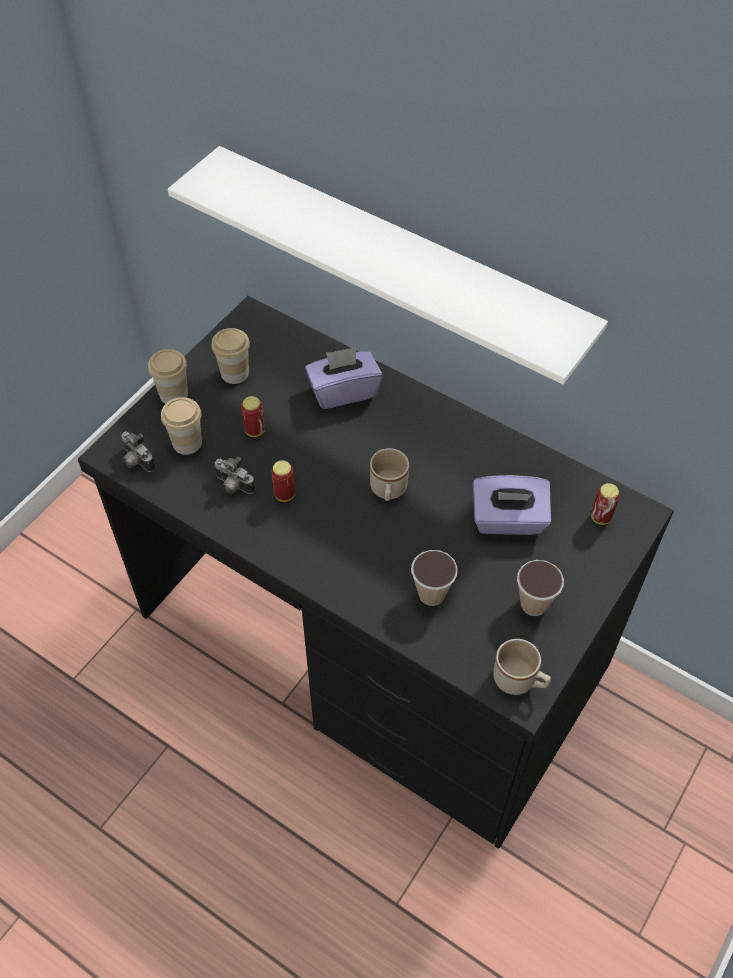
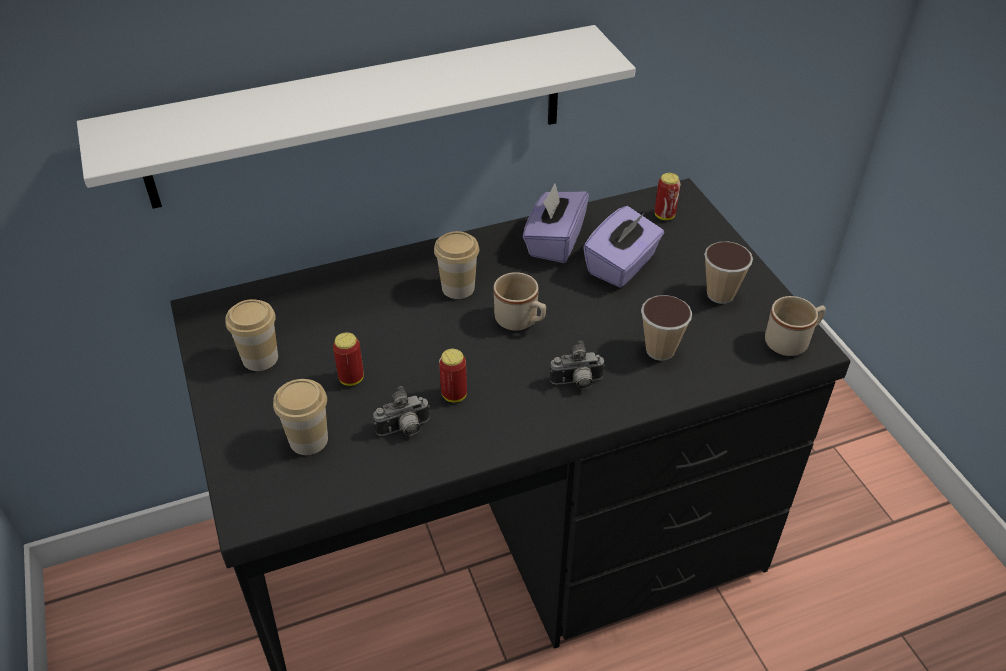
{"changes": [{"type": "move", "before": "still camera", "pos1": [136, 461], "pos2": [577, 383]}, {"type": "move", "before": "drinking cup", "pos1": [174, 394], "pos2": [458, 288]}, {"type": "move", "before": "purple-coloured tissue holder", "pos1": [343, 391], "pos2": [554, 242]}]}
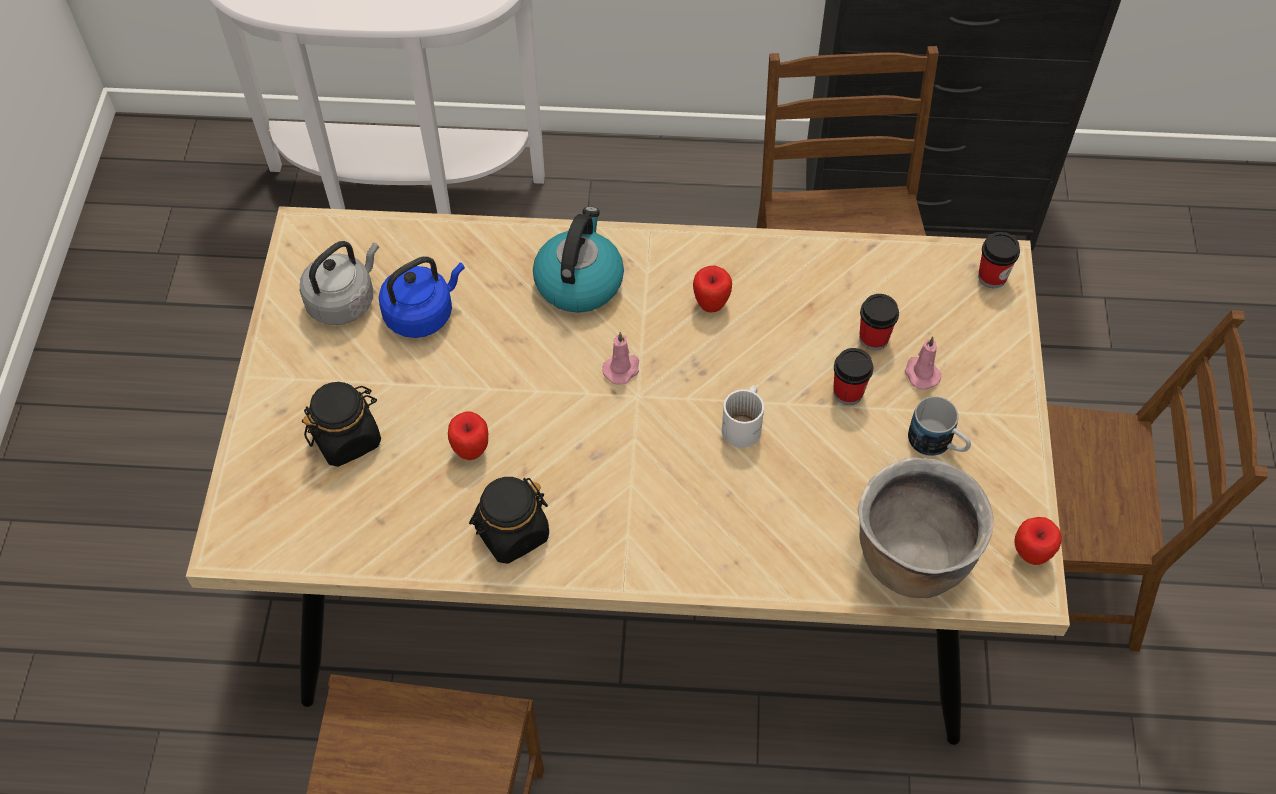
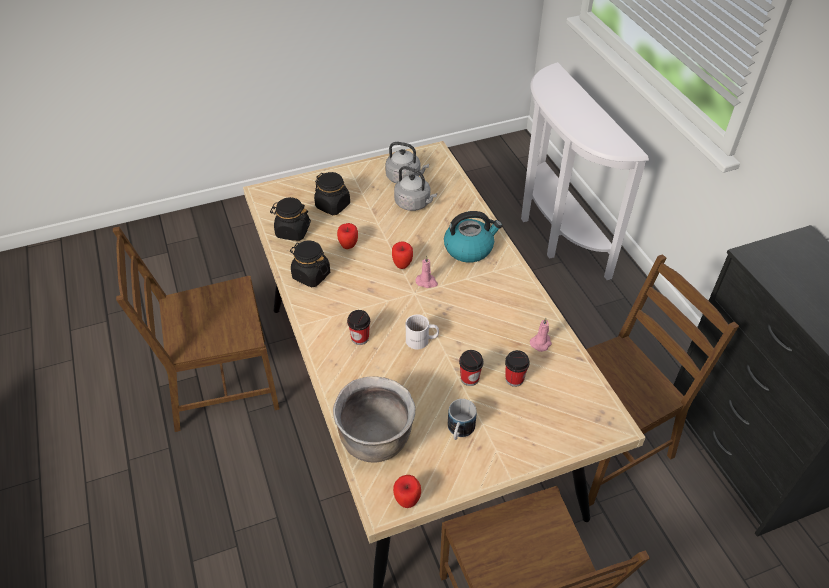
{"changes": [{"type": "insert", "after": "blackish jar", "pos2": [292, 231]}, {"type": "move", "before": "apple fruit", "pos1": [711, 304], "pos2": [402, 265]}, {"type": "move", "before": "pinkish wax candle", "pos1": [921, 373], "pos2": [541, 343]}, {"type": "move", "before": "drinking cup", "pos1": [992, 277], "pos2": [360, 338]}, {"type": "recolor", "before": "blue-coloured tea kettle", "after": "greyish tea kettle", "pos1": [422, 314], "pos2": [414, 203]}]}
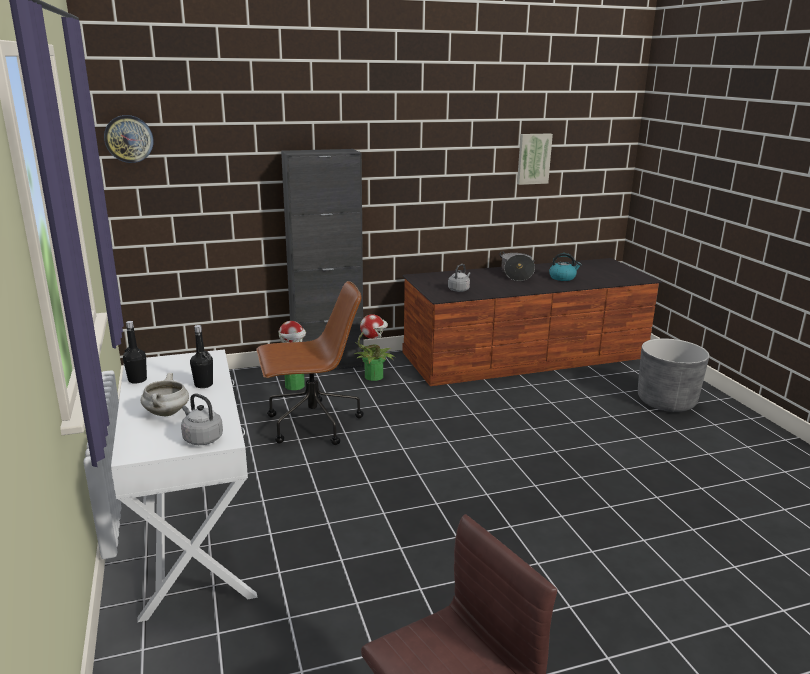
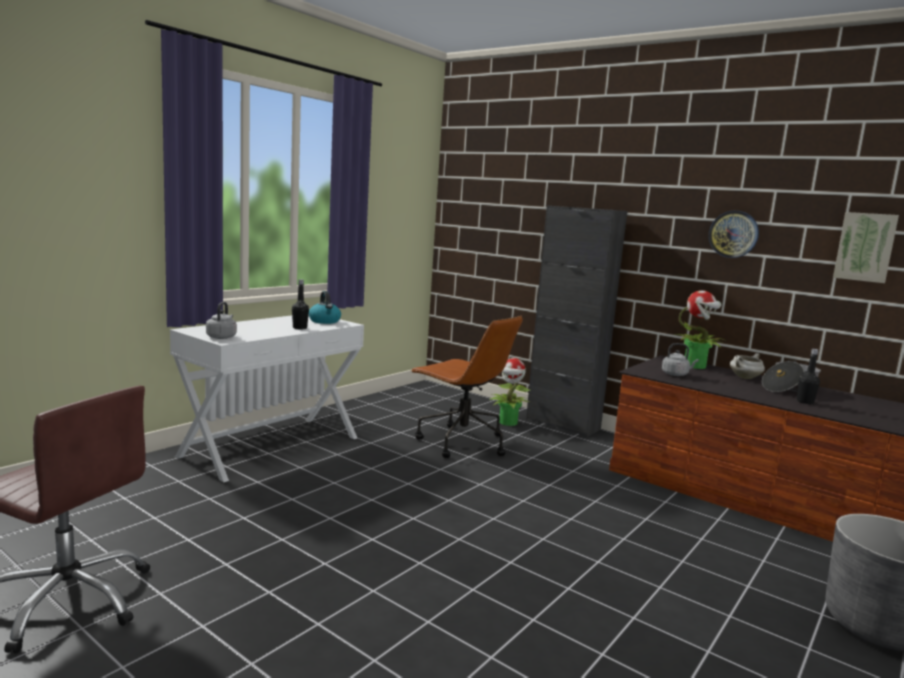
{"changes": [{"type": "move", "before": "hanging clock", "pos1": [129, 139], "pos2": [733, 234]}, {"type": "move", "before": "blackish beverage bottle", "pos1": [137, 380], "pos2": [805, 402]}, {"type": "move", "before": "white-coloured cooking pot", "pos1": [167, 413], "pos2": [745, 378]}, {"type": "move", "before": "plant in a pot", "pos1": [374, 376], "pos2": [695, 366]}, {"type": "move", "before": "tea kettle", "pos1": [562, 278], "pos2": [325, 321]}]}
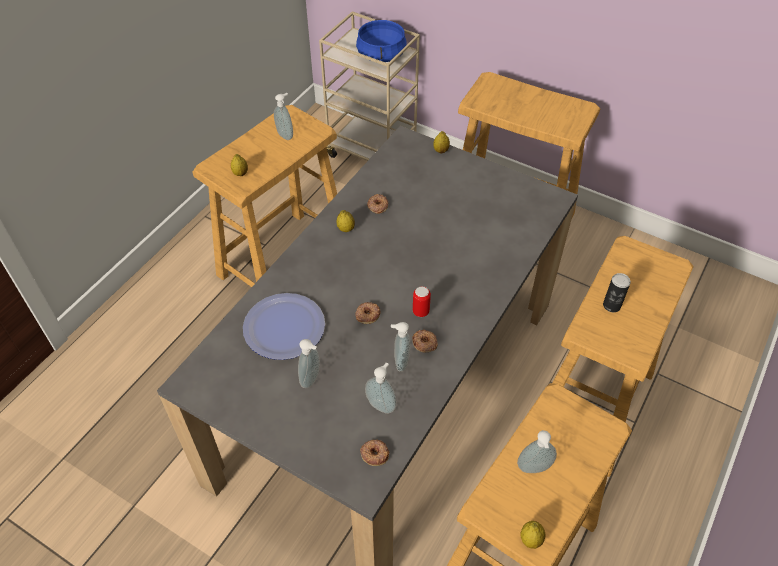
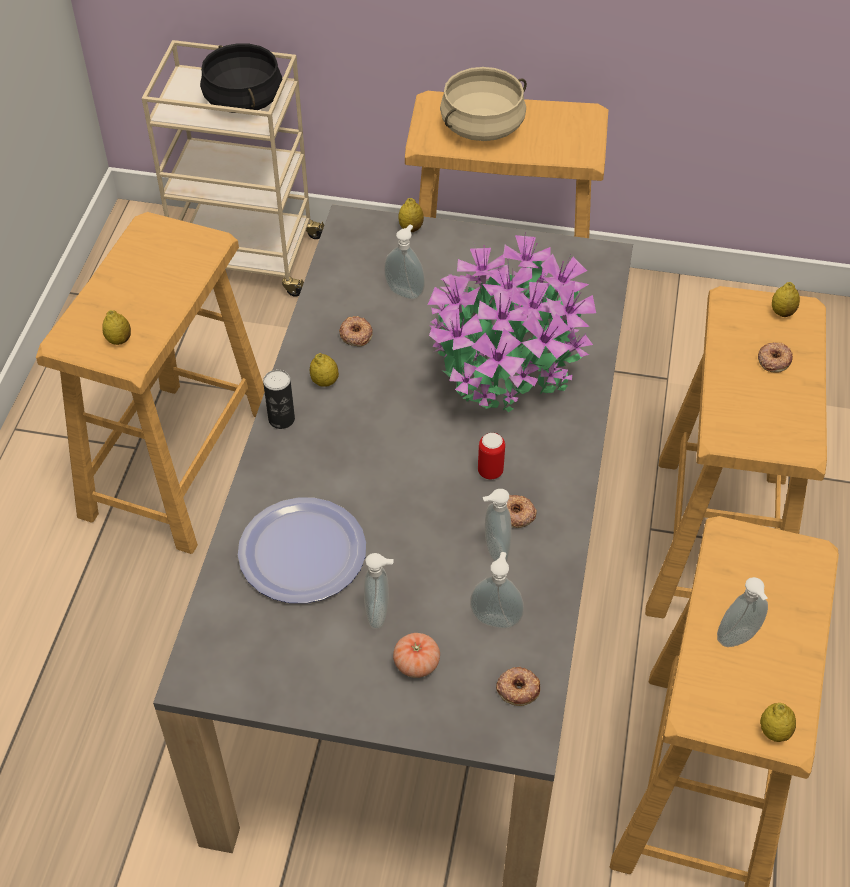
{"changes": [{"type": "insert", "after": "fresh tomato", "pos2": [416, 663]}, {"type": "insert", "after": "plant in a pot", "pos2": [503, 364]}, {"type": "insert", "after": "sand-coloured cooking pot", "pos2": [482, 127]}, {"type": "insert", "after": "lemon", "pos2": [782, 312]}, {"type": "move", "before": "soap bottle", "pos1": [286, 135], "pos2": [405, 291]}, {"type": "move", "before": "donut", "pos1": [367, 314], "pos2": [774, 360]}, {"type": "move", "before": "metal can", "pos1": [611, 305], "pos2": [281, 419]}, {"type": "recolor", "before": "blue-coloured cooking pot", "after": "blackish cooking pot", "pos1": [381, 55], "pos2": [242, 100]}]}
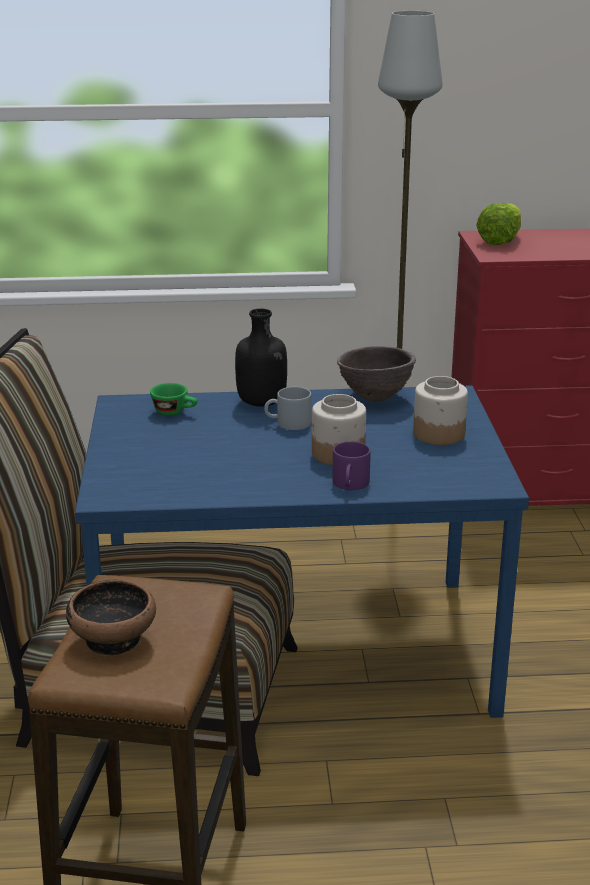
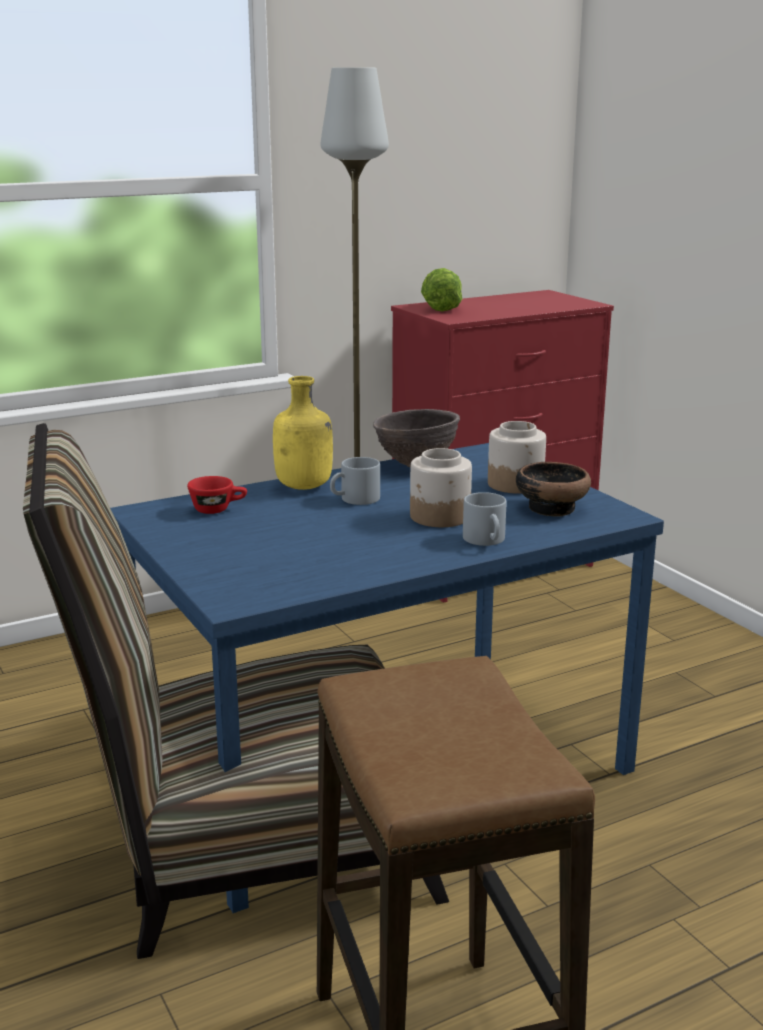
{"changes": [{"type": "move", "before": "bowl", "pos1": [114, 639], "pos2": [551, 508]}, {"type": "recolor", "before": "green-coloured drinking cup", "after": "red drinking cup", "pos1": [175, 412], "pos2": [218, 509]}, {"type": "recolor", "before": "blackish beverage bottle", "after": "yellow beverage bottle", "pos1": [262, 403], "pos2": [305, 486]}, {"type": "recolor", "before": "purple-coloured tea mug", "after": "greyish tea mug", "pos1": [350, 485], "pos2": [487, 540]}]}
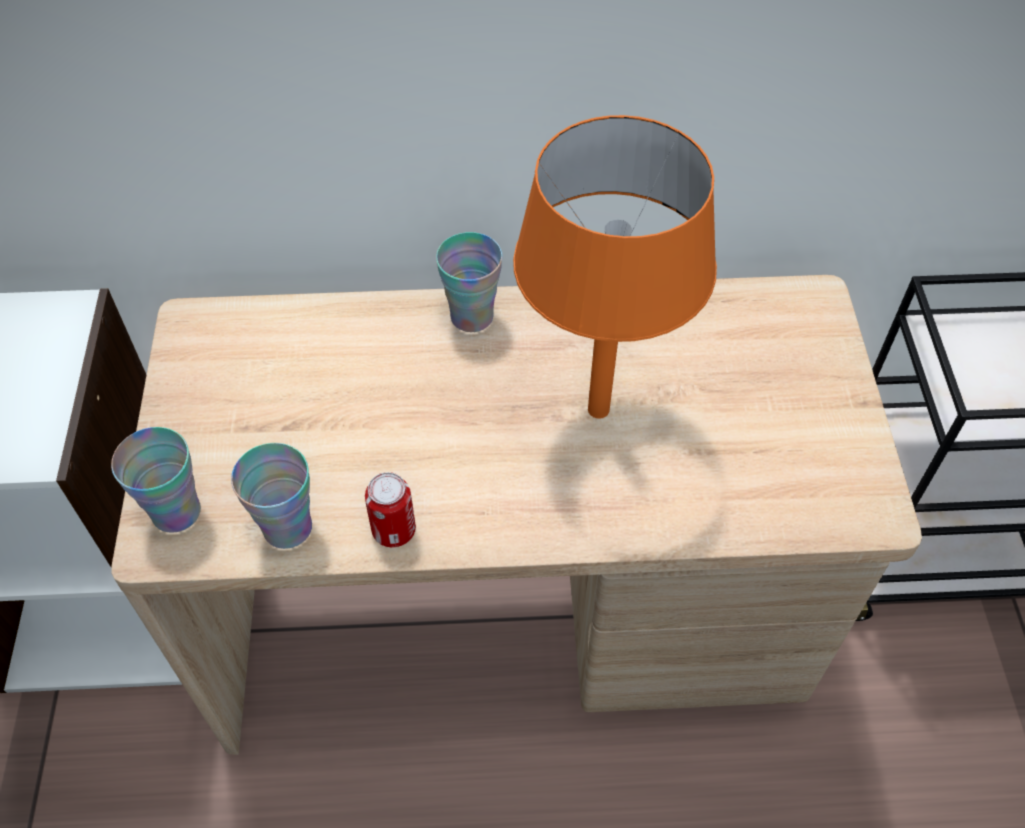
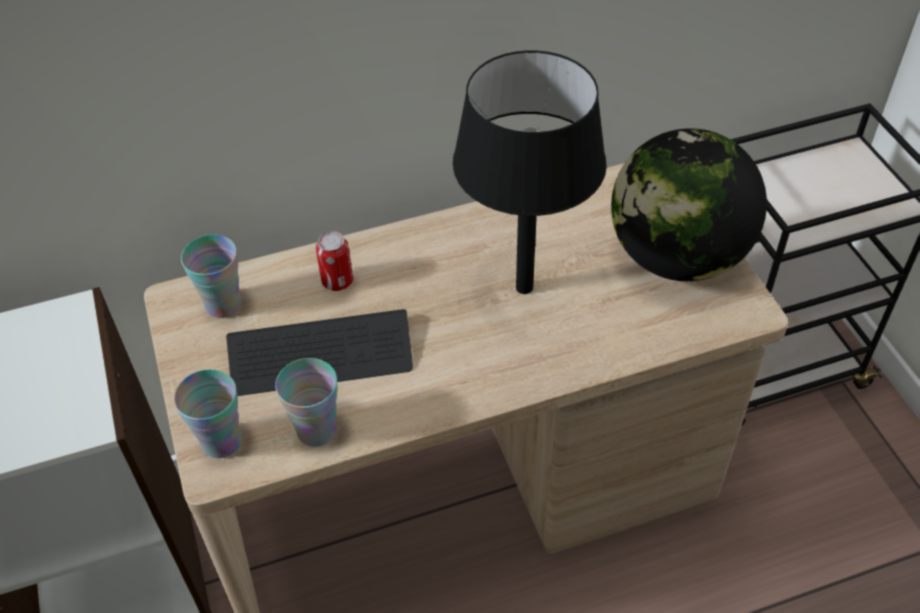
{"changes": [{"type": "insert", "after": "keyboard", "pos2": [321, 355]}, {"type": "insert", "after": "world globe", "pos2": [677, 257]}, {"type": "move", "before": "metal can", "pos1": [394, 530], "pos2": [337, 281]}, {"type": "move", "before": "drinking cup", "pos1": [472, 316], "pos2": [223, 305]}, {"type": "recolor", "before": "orangey lamp for a table", "after": "blackish lamp for a table", "pos1": [598, 409], "pos2": [524, 287]}]}
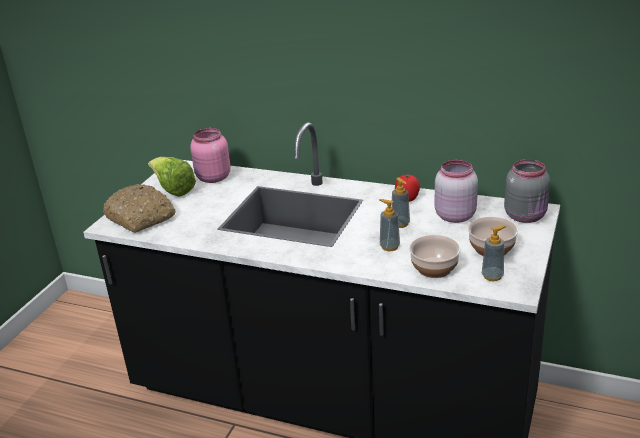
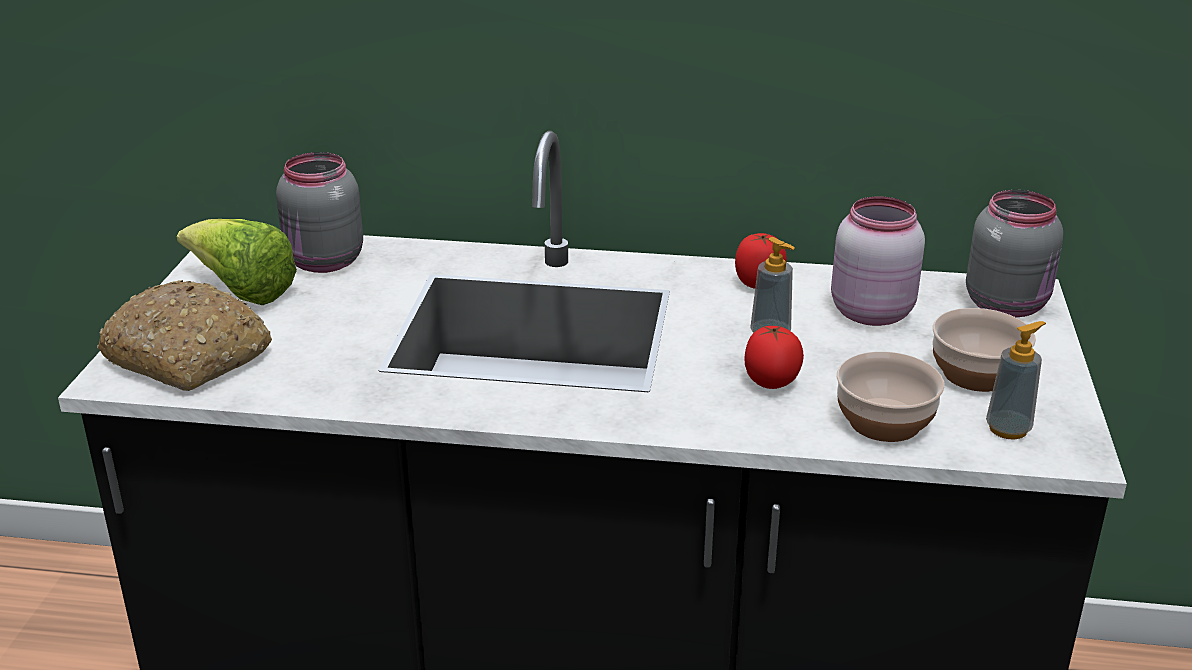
{"changes": [{"type": "replace", "before": "soap bottle", "after": "fresh tomato", "pos1": [389, 247], "pos2": [771, 383]}, {"type": "recolor", "before": "pinkish jar", "after": "greyish jar", "pos1": [212, 178], "pos2": [323, 262]}]}
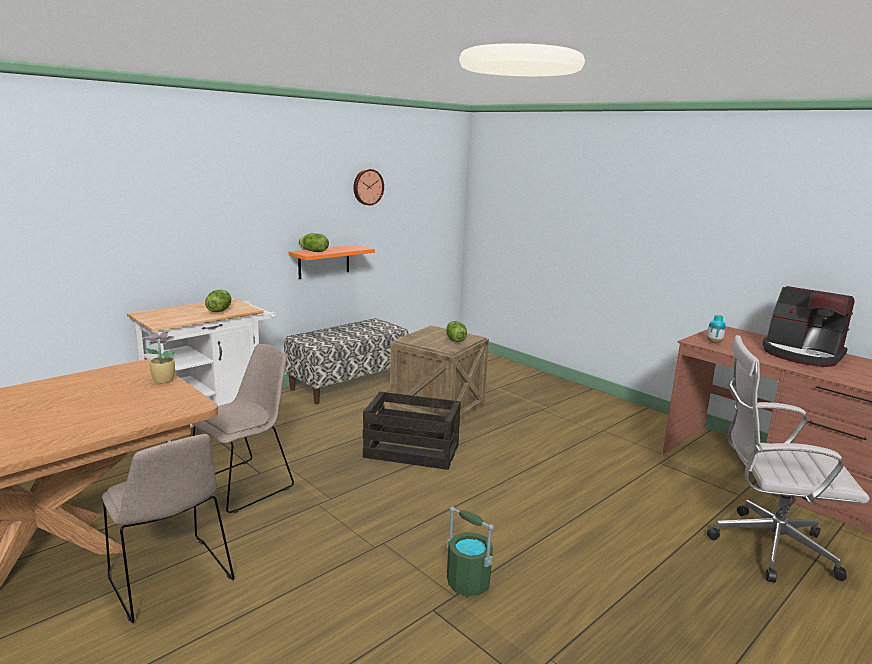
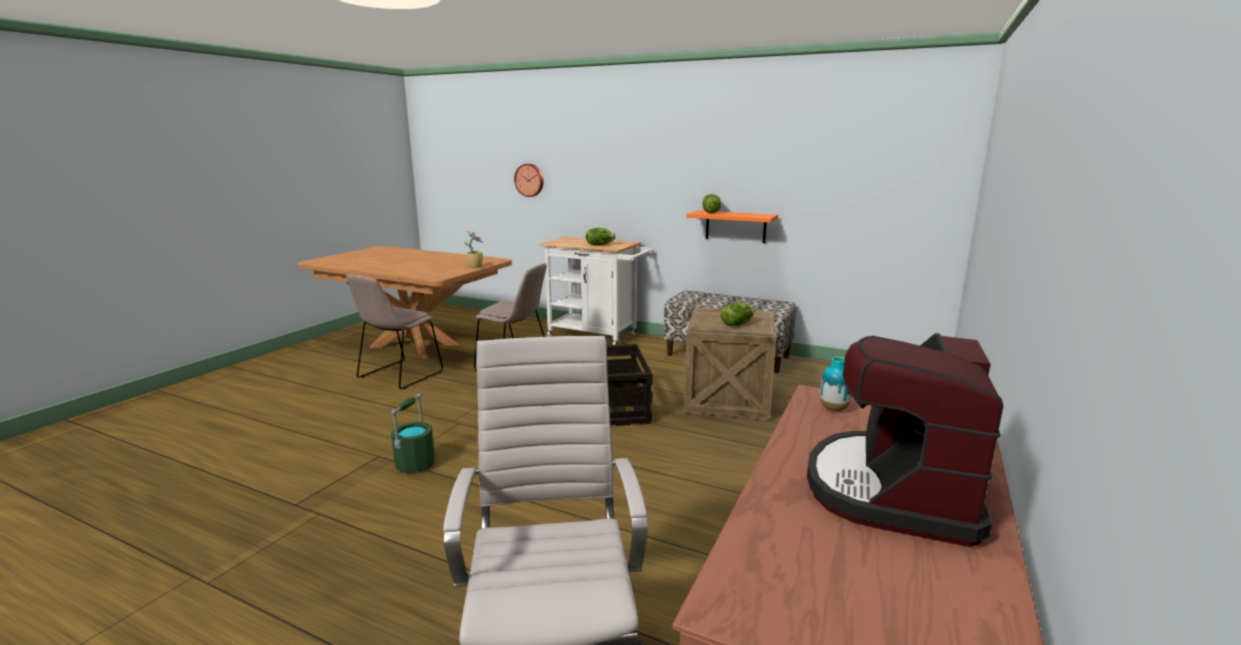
{"changes": [{"type": "move", "before": "hanging clock", "pos1": [367, 187], "pos2": [529, 180]}]}
